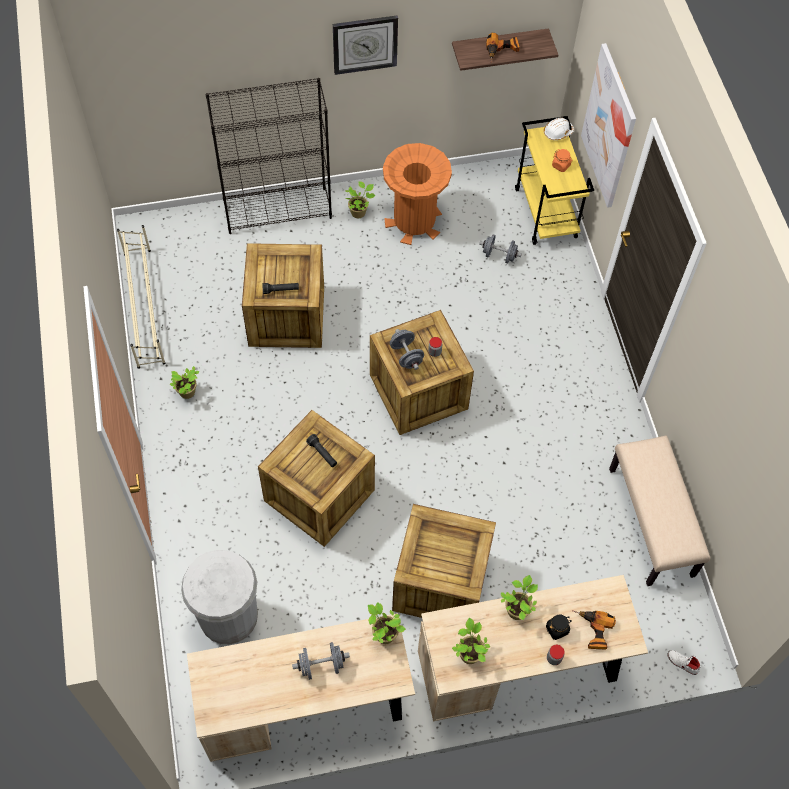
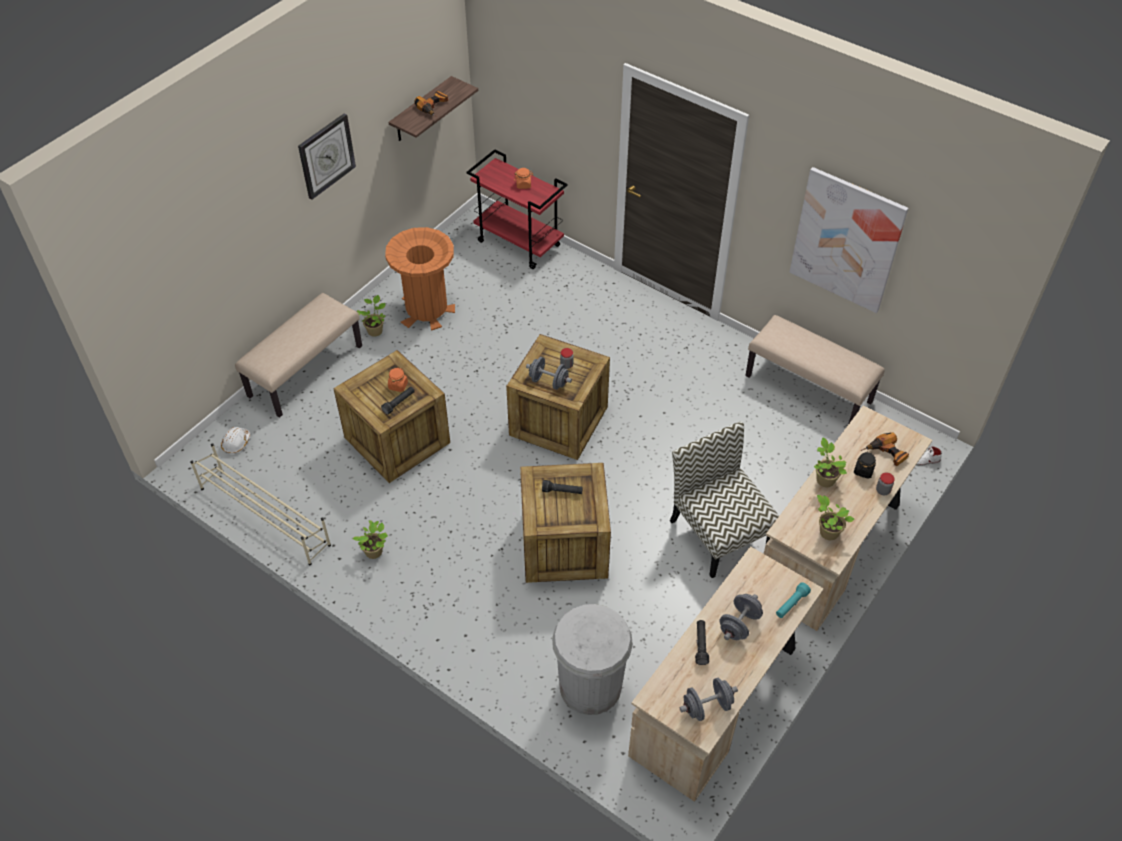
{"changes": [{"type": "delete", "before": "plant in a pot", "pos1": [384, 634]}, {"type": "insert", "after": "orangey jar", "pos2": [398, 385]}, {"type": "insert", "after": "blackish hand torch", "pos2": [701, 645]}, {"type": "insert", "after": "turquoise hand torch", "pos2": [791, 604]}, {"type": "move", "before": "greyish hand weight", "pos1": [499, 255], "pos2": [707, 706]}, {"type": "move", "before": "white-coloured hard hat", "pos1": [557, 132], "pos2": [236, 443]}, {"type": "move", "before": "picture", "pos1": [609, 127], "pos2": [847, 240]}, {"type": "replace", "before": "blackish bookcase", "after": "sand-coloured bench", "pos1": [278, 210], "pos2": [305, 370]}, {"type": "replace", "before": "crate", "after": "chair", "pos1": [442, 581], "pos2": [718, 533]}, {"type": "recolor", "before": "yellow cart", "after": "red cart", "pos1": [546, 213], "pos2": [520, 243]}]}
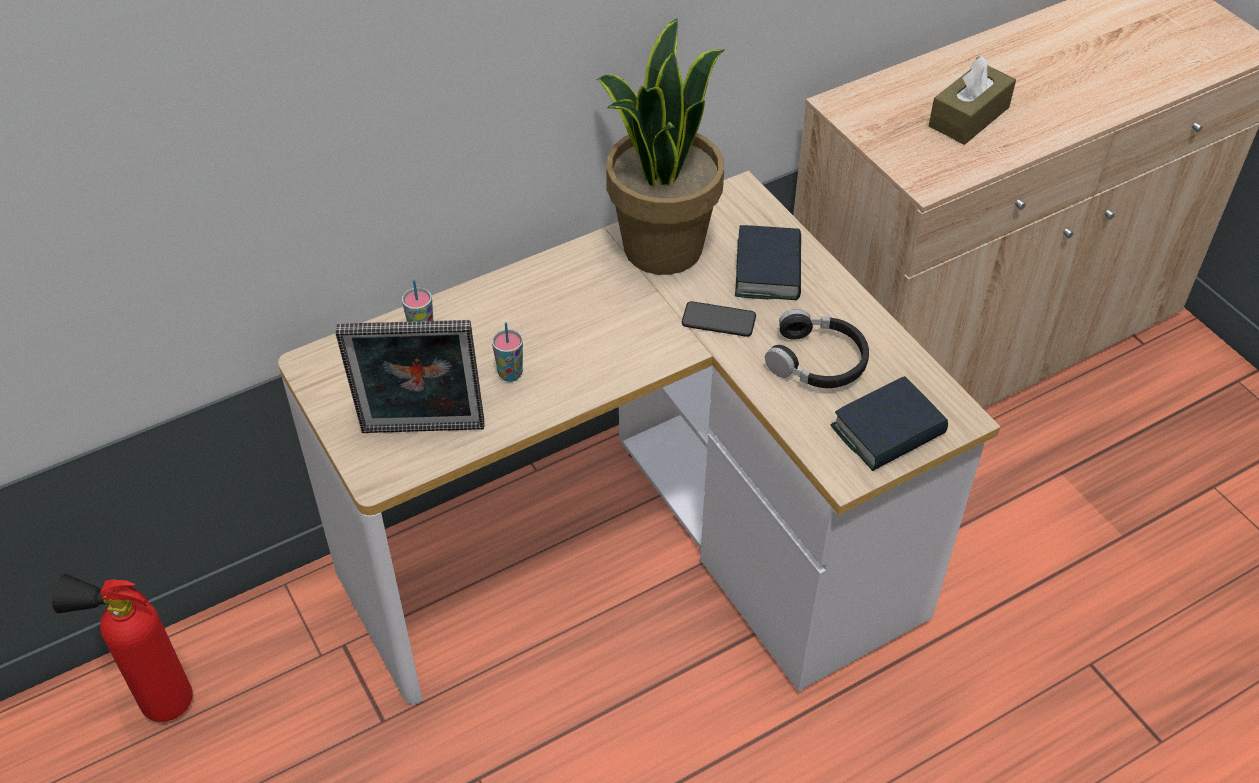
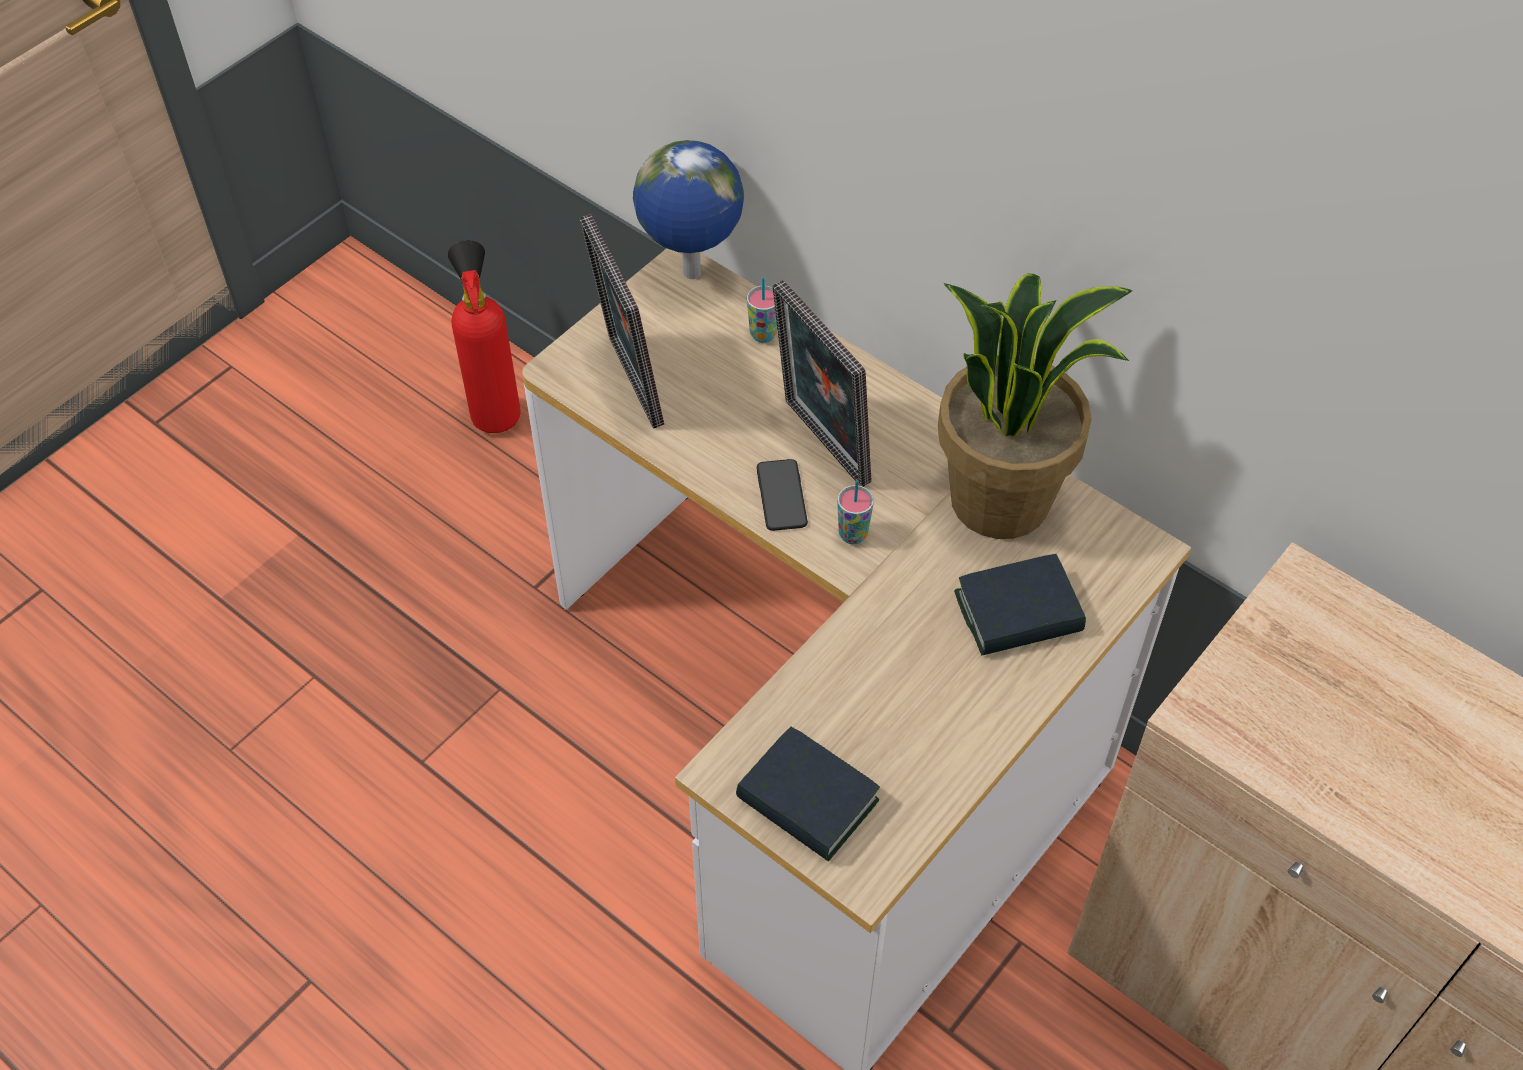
{"changes": [{"type": "delete", "before": "blackish pair of headphones", "pos1": [817, 361]}, {"type": "delete", "before": "brown-coloured tissue holder", "pos1": [969, 117]}, {"type": "insert", "after": "world globe", "pos2": [691, 274]}, {"type": "insert", "after": "photo frame", "pos2": [820, 445]}, {"type": "move", "before": "drinking cup", "pos1": [510, 374], "pos2": [853, 534]}, {"type": "move", "before": "phone", "pos1": [718, 320], "pos2": [781, 496]}]}
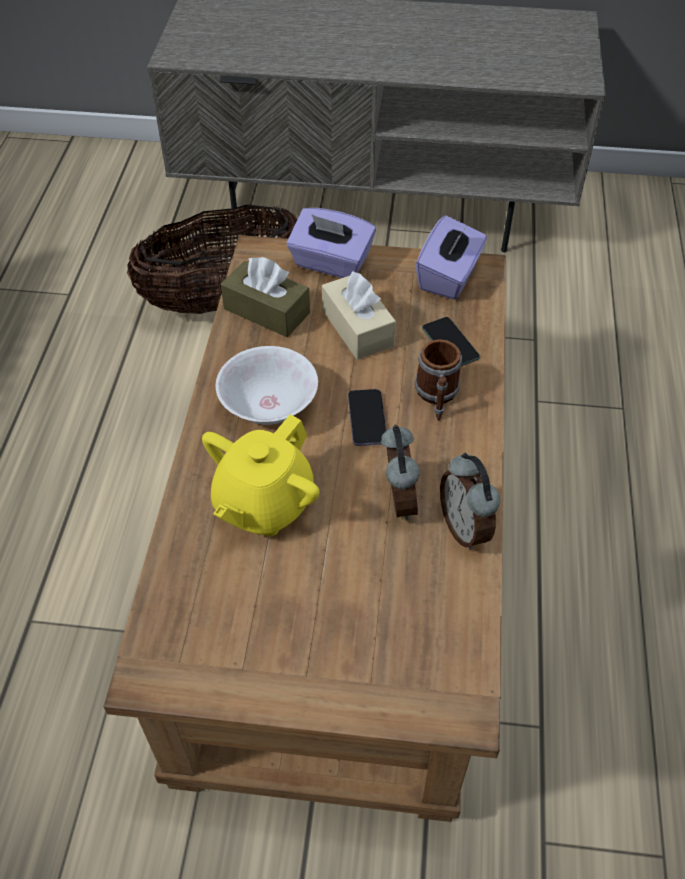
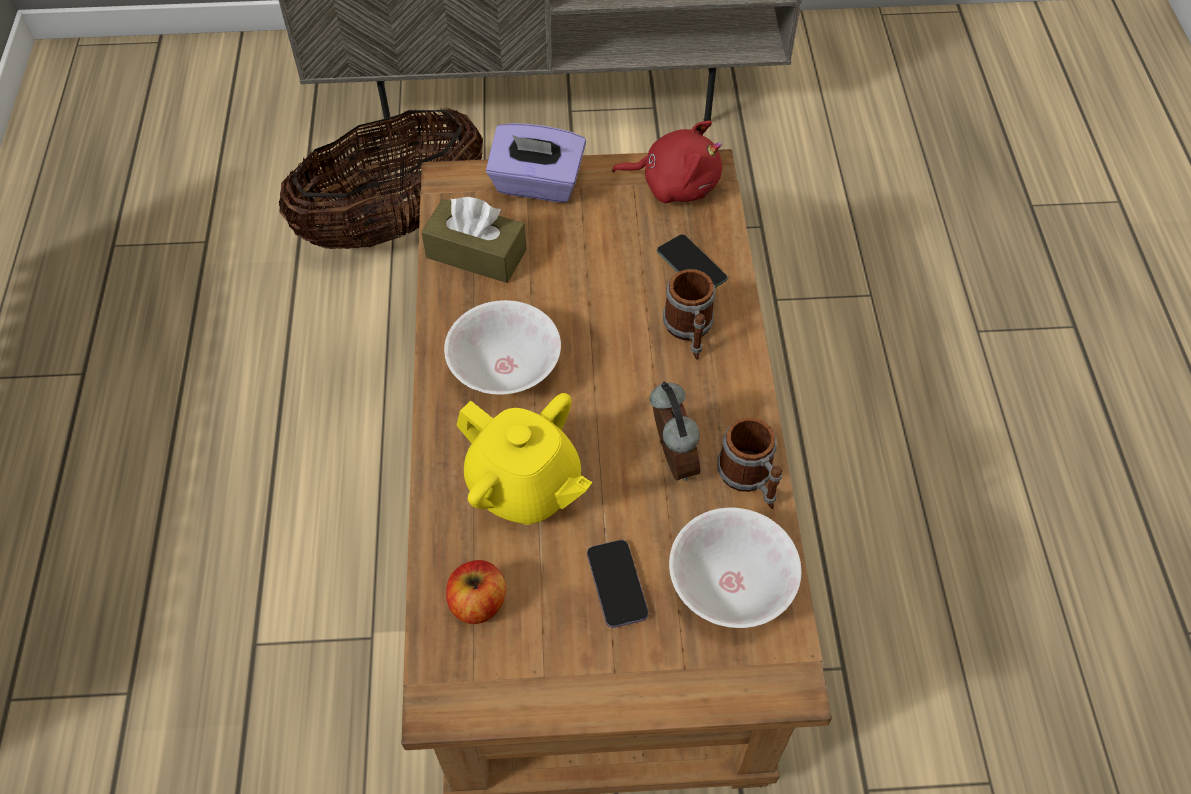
{"changes": [{"type": "delete", "before": "sand-coloured tissue holder", "pos1": [357, 328]}, {"type": "insert", "after": "apple fruit", "pos2": [477, 603]}, {"type": "insert", "after": "white-coloured bowl", "pos2": [731, 586]}, {"type": "move", "before": "phone", "pos1": [367, 419], "pos2": [617, 585]}, {"type": "replace", "before": "purple-coloured tissue holder", "after": "red plush toy", "pos1": [449, 277], "pos2": [674, 184]}, {"type": "replace", "before": "bedside clock", "after": "tea mug", "pos1": [465, 528], "pos2": [750, 479]}, {"type": "rotate", "before": "yellow pot for tea", "pos1": [263, 504], "pos2": [524, 486], "turn": -75}]}
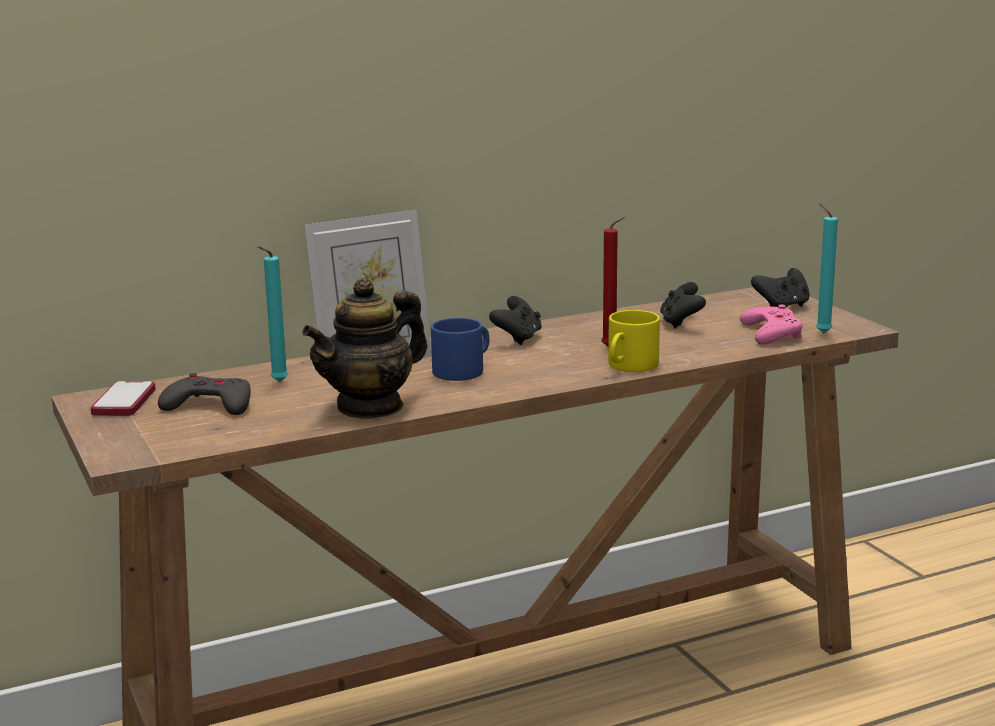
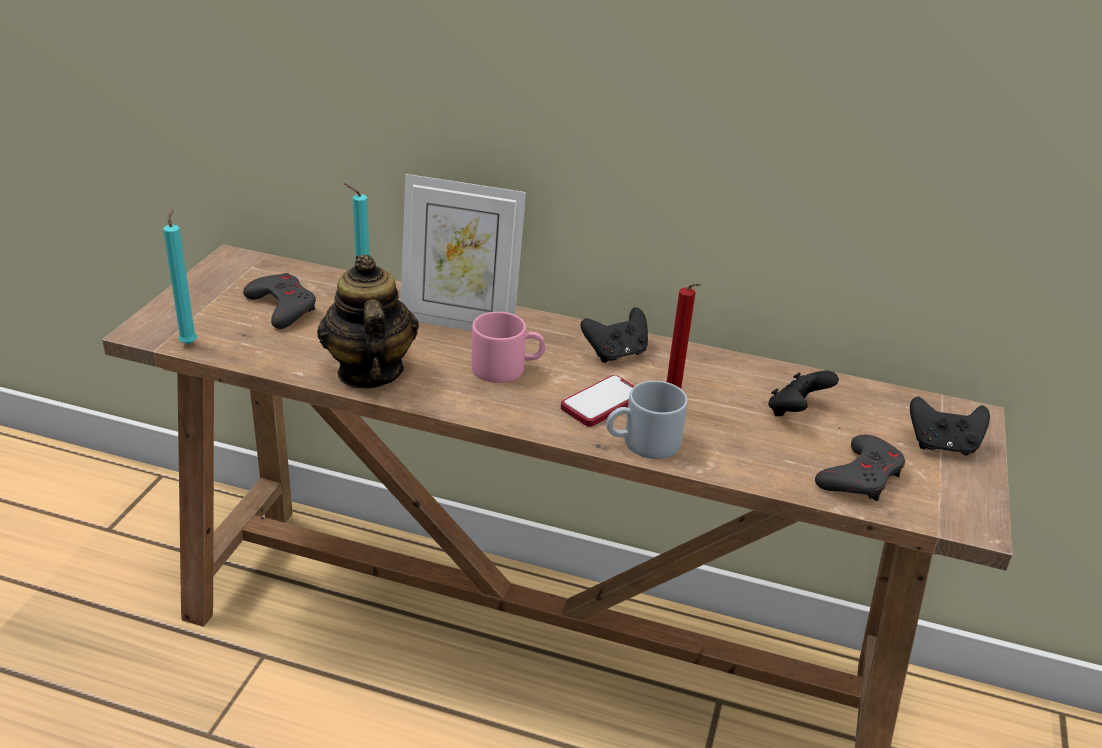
{"changes": [{"type": "move", "before": "phone", "pos1": [124, 401], "pos2": [602, 403]}, {"type": "move", "before": "turquoise wax candle", "pos1": [821, 332], "pos2": [189, 342]}, {"type": "recolor", "before": "blue-coloured tea mug", "after": "pinkish tea mug", "pos1": [463, 369], "pos2": [507, 368]}, {"type": "recolor", "before": "yellow tea mug", "after": "greyish tea mug", "pos1": [630, 366], "pos2": [642, 443]}, {"type": "recolor", "before": "pinkish game controller", "after": "greyish game controller", "pos1": [771, 333], "pos2": [861, 476]}, {"type": "rotate", "before": "pot for tea", "pos1": [370, 407], "pos2": [369, 372], "turn": 75}]}
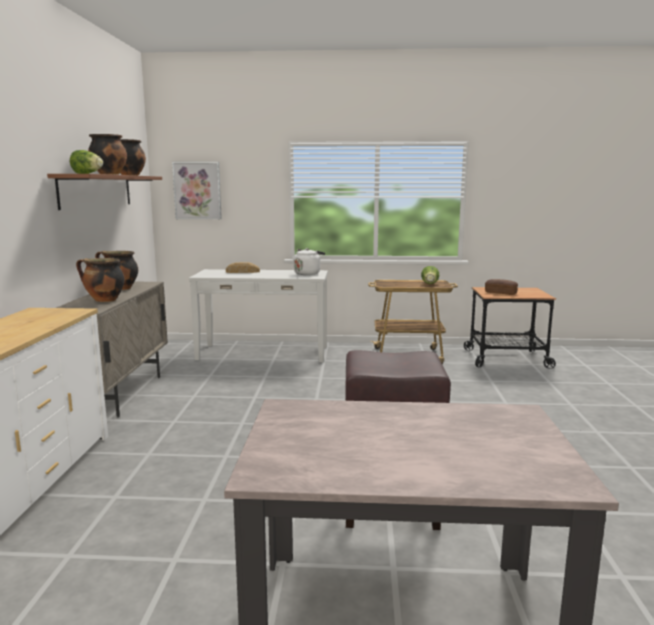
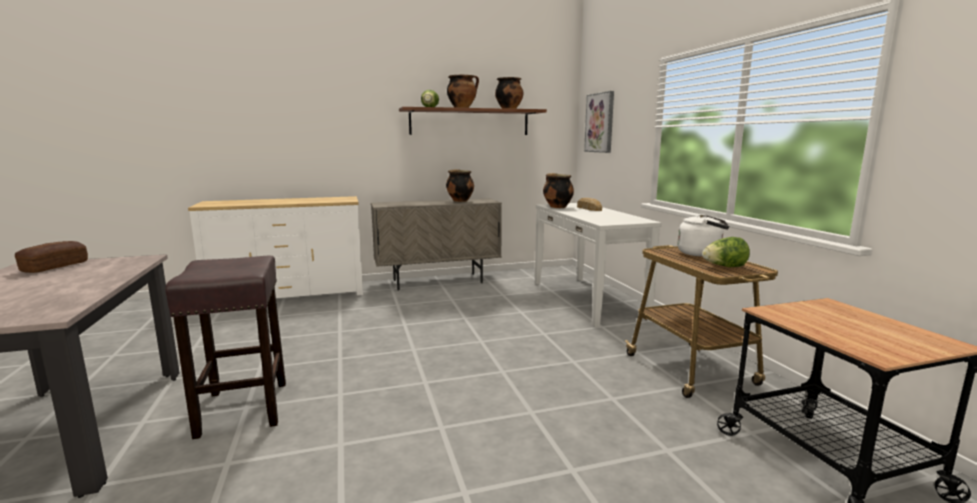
{"changes": [{"type": "move", "before": "cooking pot", "pos1": [104, 300], "pos2": [557, 207]}, {"type": "move", "before": "white-coloured tea kettle", "pos1": [308, 273], "pos2": [701, 253]}, {"type": "move", "before": "bread", "pos1": [500, 293], "pos2": [55, 267]}]}
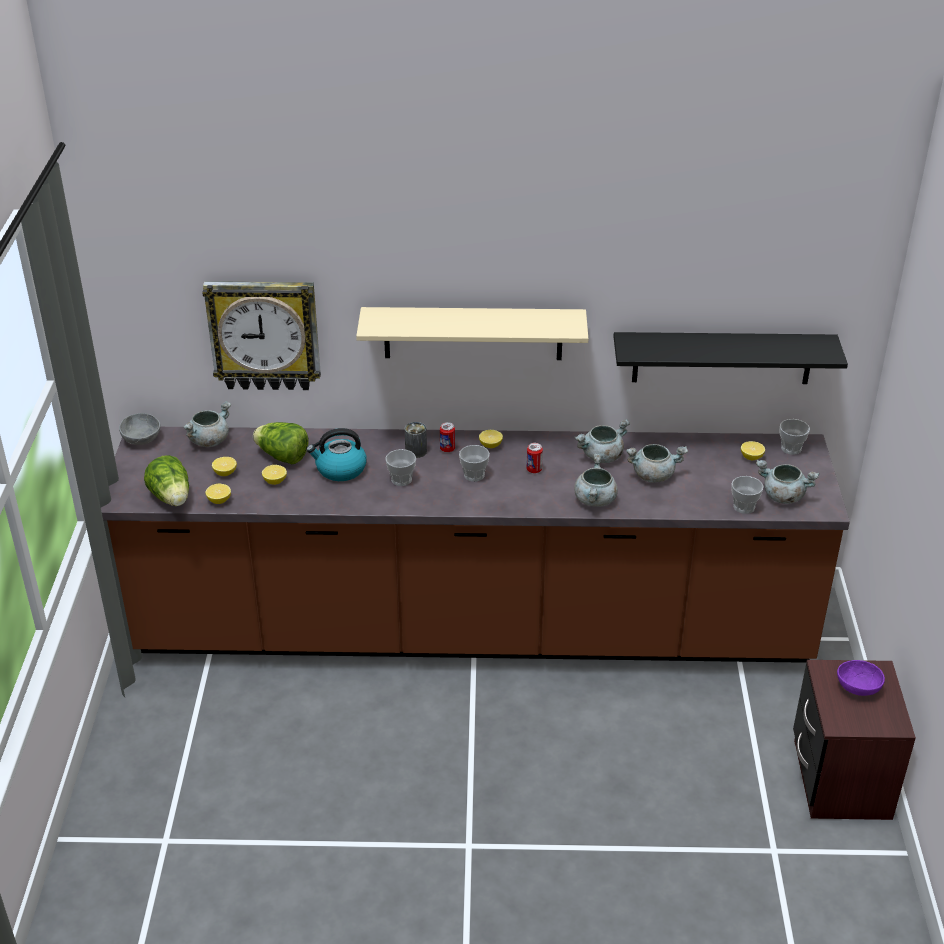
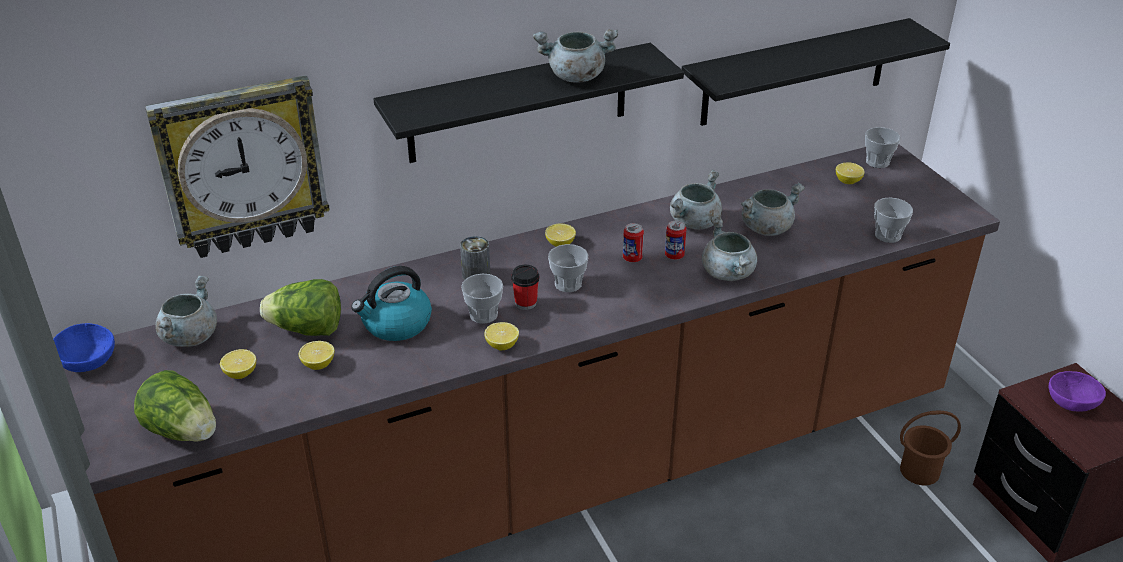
{"changes": [{"type": "insert", "after": "drinking cup", "pos2": [525, 303]}, {"type": "insert", "after": "brown-coloured pail", "pos2": [919, 470]}, {"type": "move", "before": "lemon", "pos1": [219, 500], "pos2": [502, 345]}, {"type": "move", "before": "metal can", "pos1": [447, 449], "pos2": [674, 255]}, {"type": "move", "before": "greyish cooking pot", "pos1": [782, 496], "pos2": [575, 76]}, {"type": "recolor", "before": "greyish bowl", "after": "blue-coloured bowl", "pos1": [142, 439], "pos2": [89, 361]}, {"type": "recolor", "before": "sand-coloured shelf", "after": "blackish shelf", "pos1": [473, 333], "pos2": [518, 103]}]}
